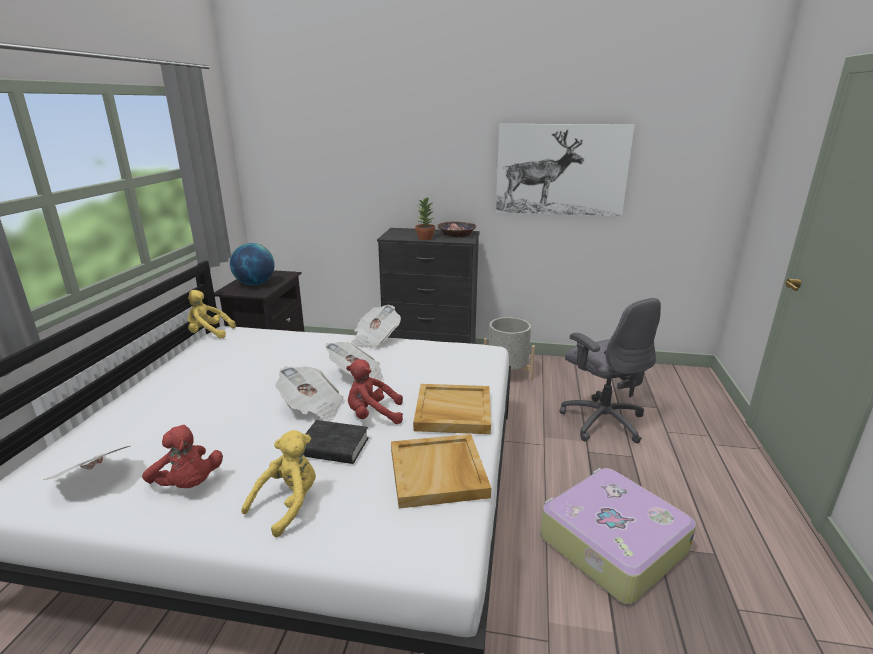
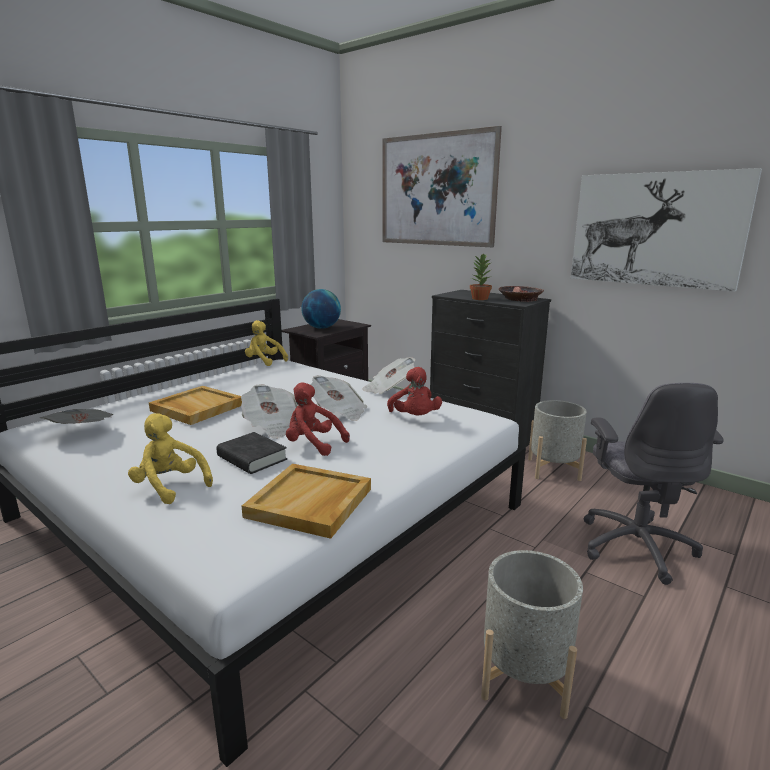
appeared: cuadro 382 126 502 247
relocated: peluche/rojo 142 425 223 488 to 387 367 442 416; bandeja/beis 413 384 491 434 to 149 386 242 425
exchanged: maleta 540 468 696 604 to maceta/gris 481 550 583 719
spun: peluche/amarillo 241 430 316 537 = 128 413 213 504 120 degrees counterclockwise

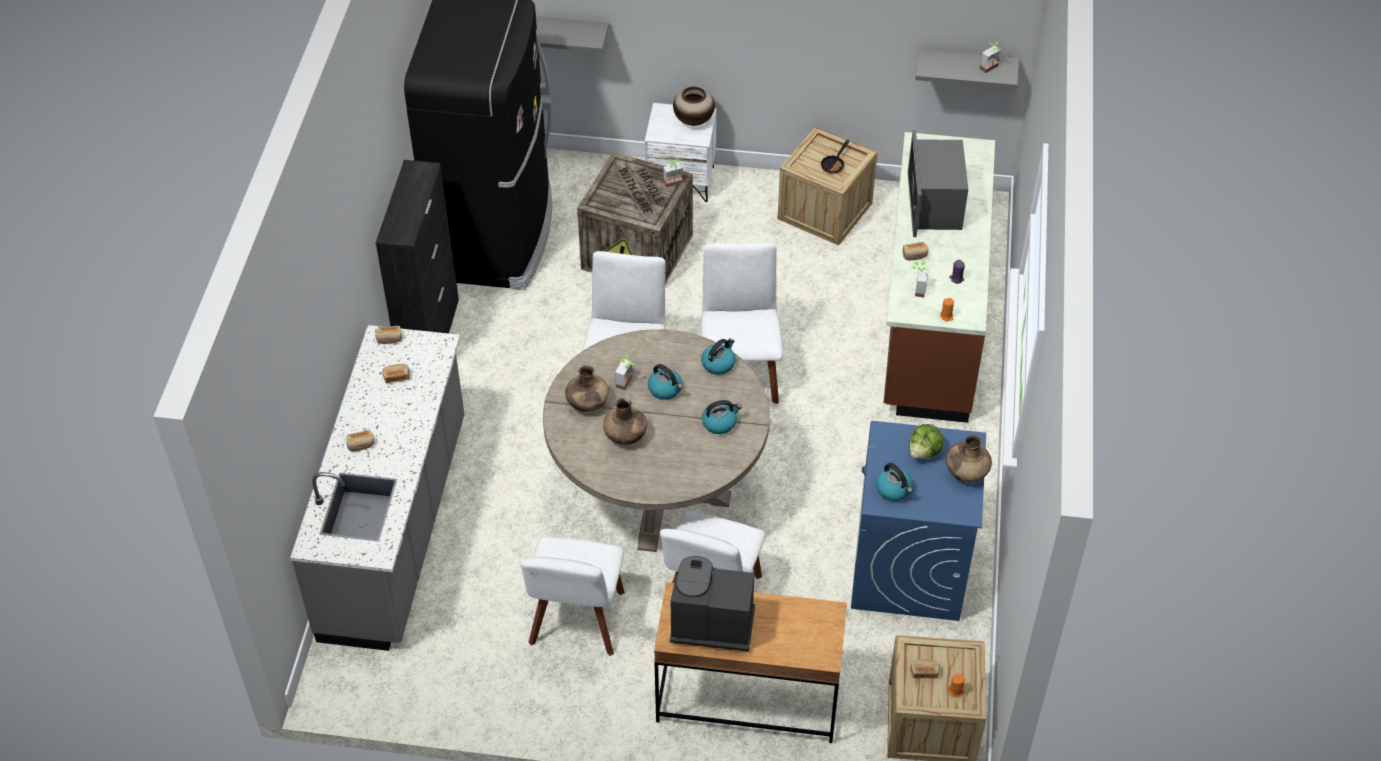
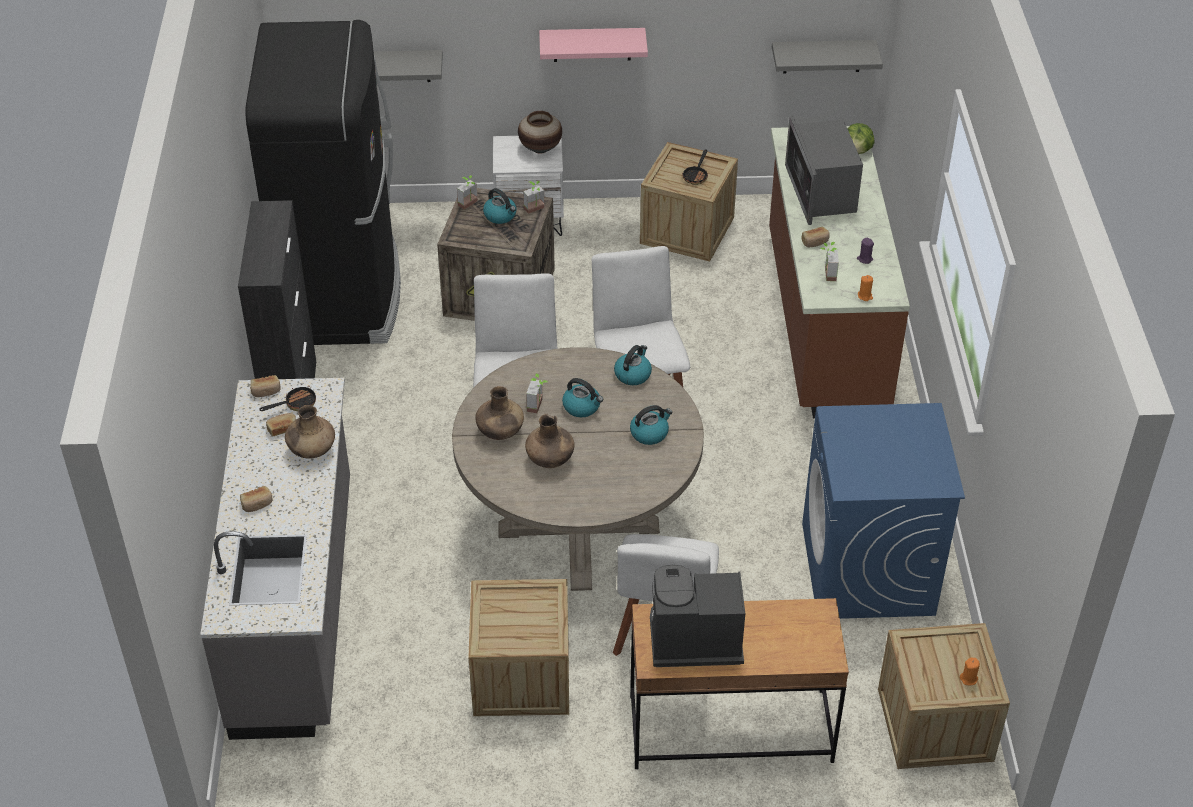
missing: pan 910 659 940 679
appeared: sartén 259 384 316 411; estante/rosa 539 28 648 62
relocated: hervidor 876 463 913 501 to 483 188 517 224; lechuga 909 424 943 459 to 848 123 874 154; florero/marrón 946 435 992 482 to 285 405 335 459; planta en maceta 980 42 1001 73 to 457 175 478 210
exchanged: silla/blanco 519 537 625 656 to caja de embalaje 468 579 569 716

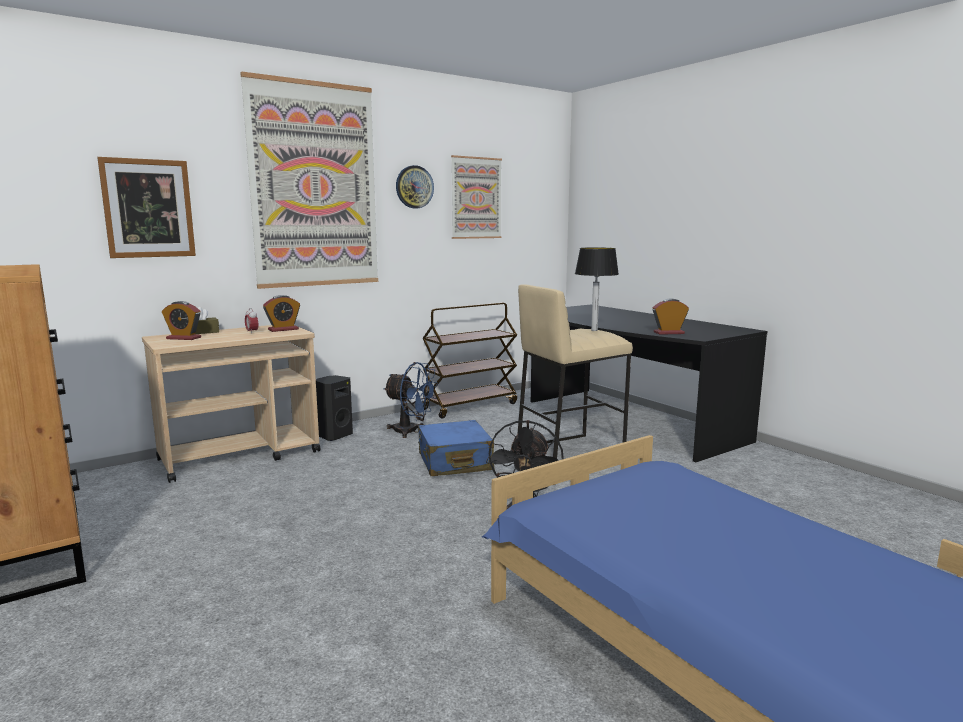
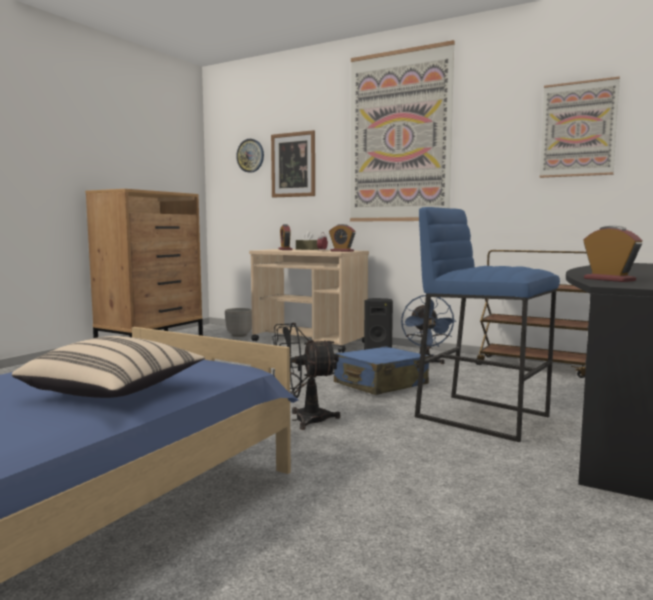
missing: lámpara de mesa 575 247 619 331
appeared: cojín/beis 12 336 205 398; maceta 225 308 252 337
relocated: reloj de pared 396 165 434 208 to 236 139 264 173
colour: taburete/beis 518 284 633 458 to taburete/azul 415 207 560 442

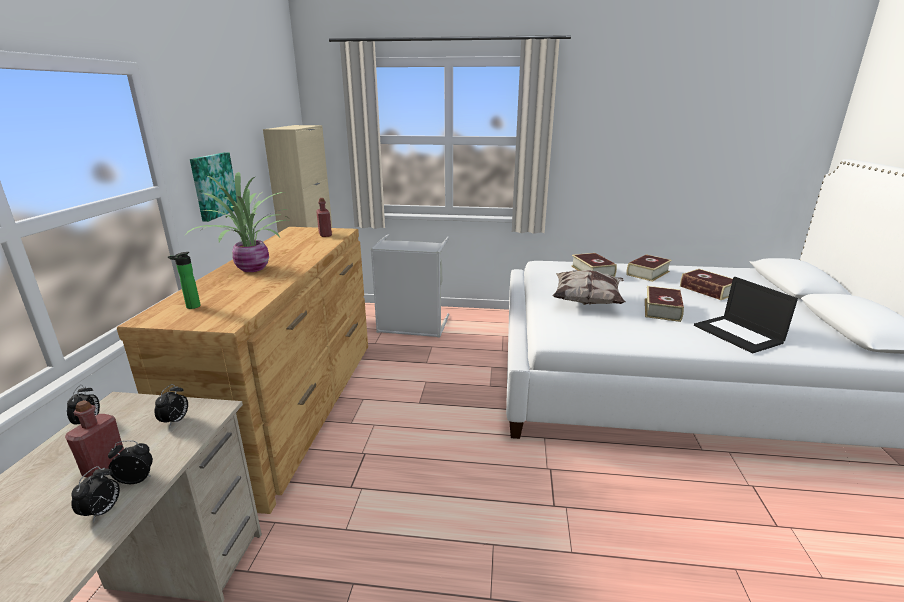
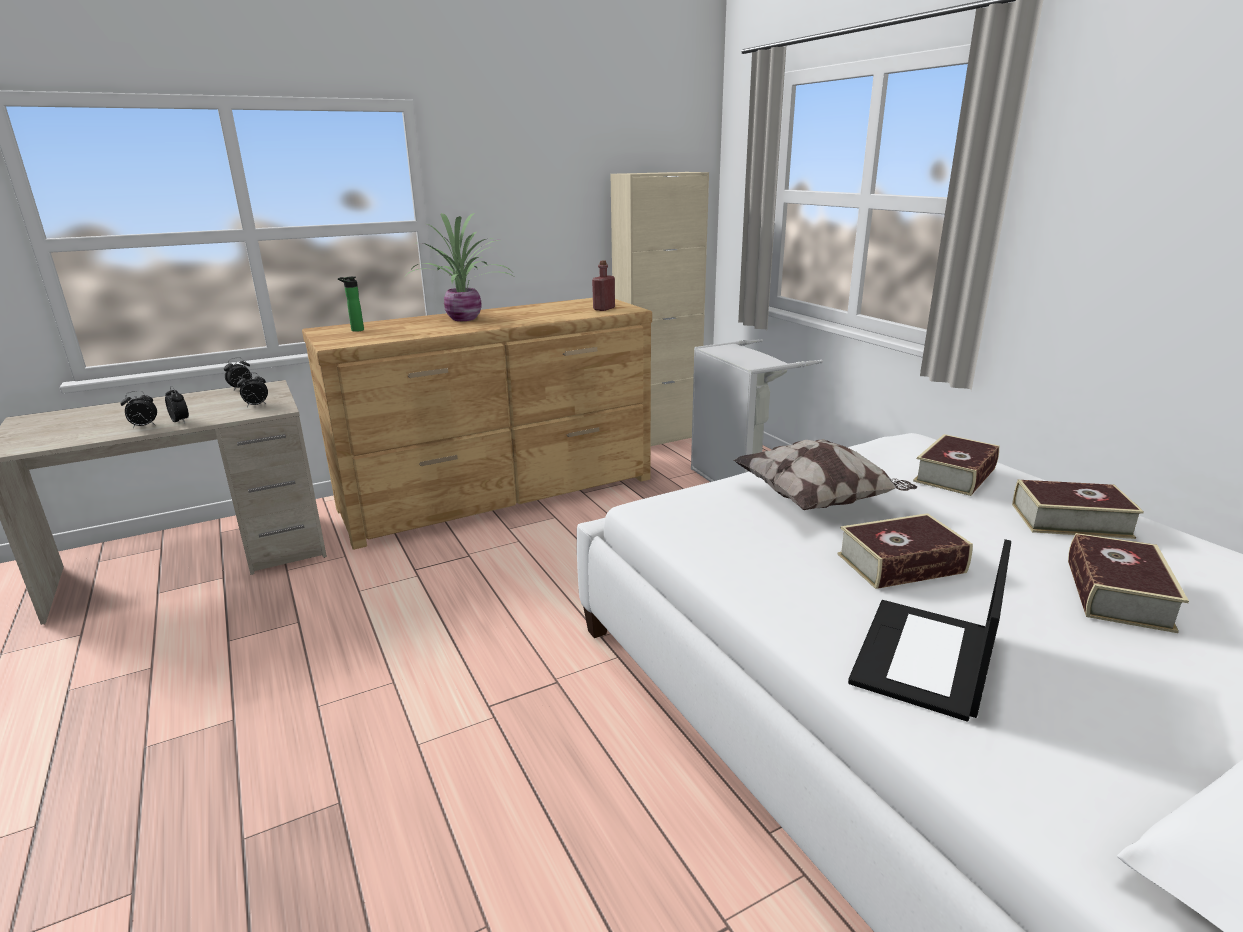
missing: botella/rojo 65 400 124 478; cuadro 190 152 237 222

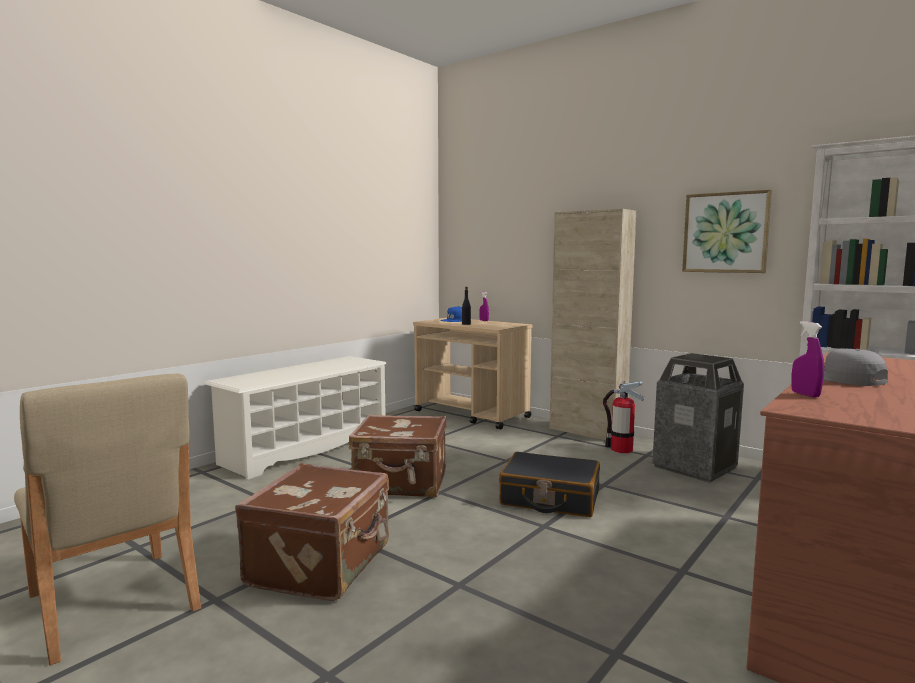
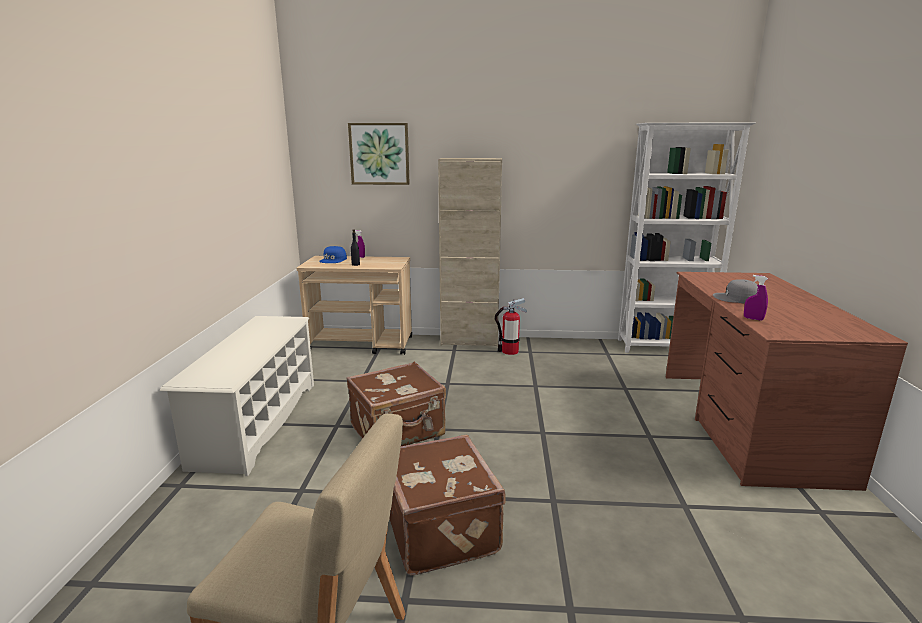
missing: maleta/negro 499 452 600 517; papelera 652 353 744 483
relocated: cuadro 682 190 772 273 to 348 123 410 185

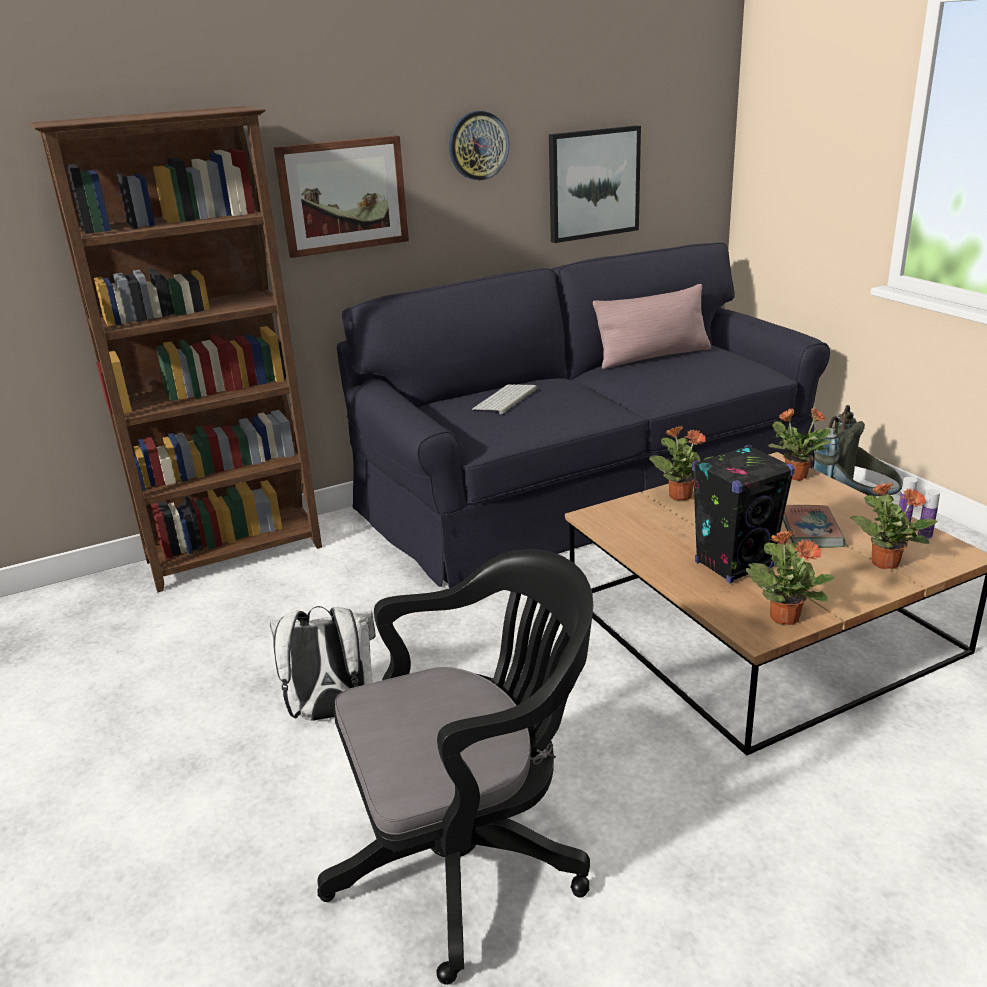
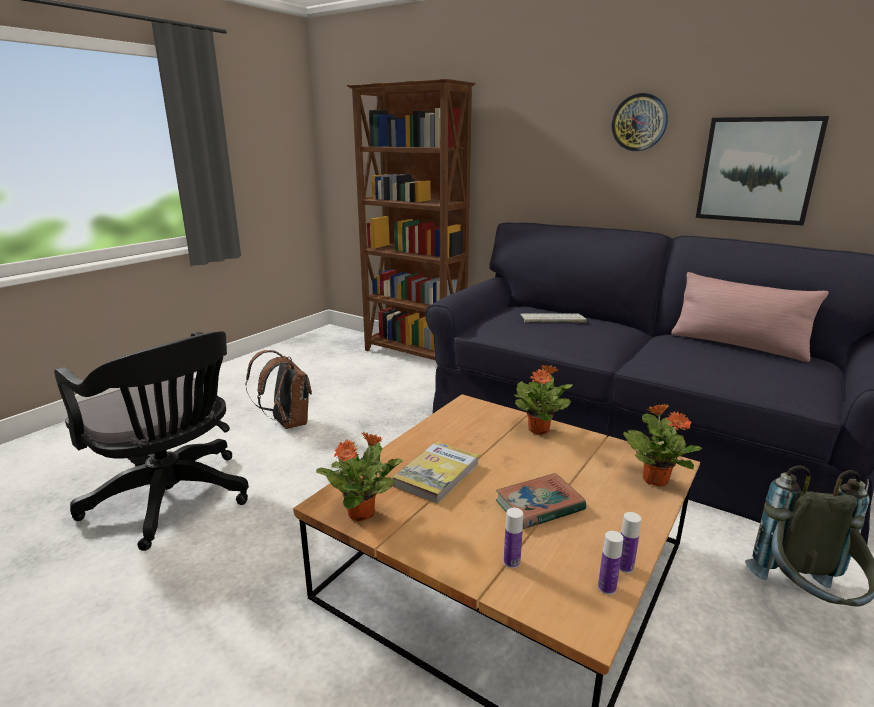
missing: cuadro 274 135 409 258
exchanged: altavoz/negro 692 445 795 584 to libro 393 441 479 504; planta en maceta 850 482 938 569 to botella 504 508 523 568
colour: mochila/blanco 270 606 376 721 to mochila/marrón 246 350 312 429

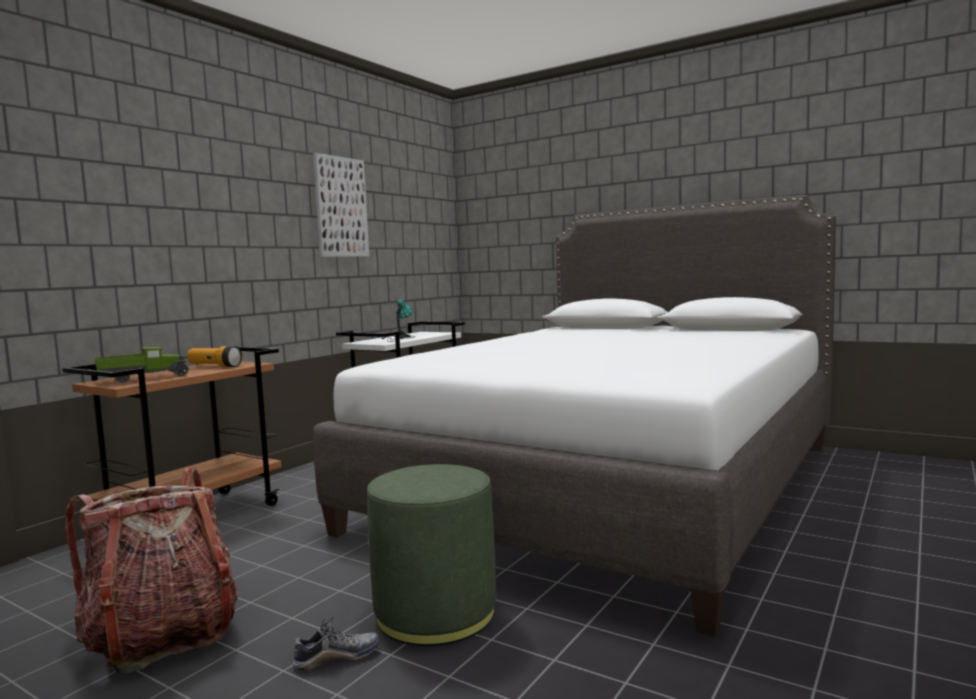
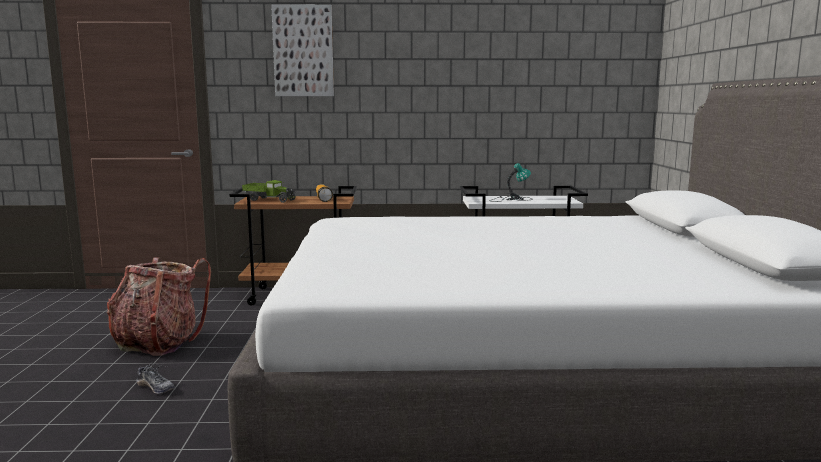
missing: puf/verde 367 464 496 646
relocated: cuadro 313 153 369 257 to 271 4 334 96

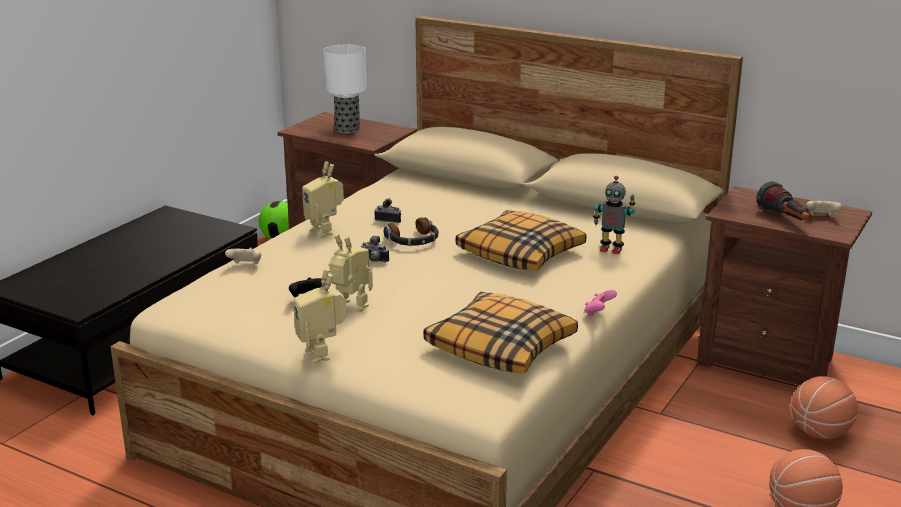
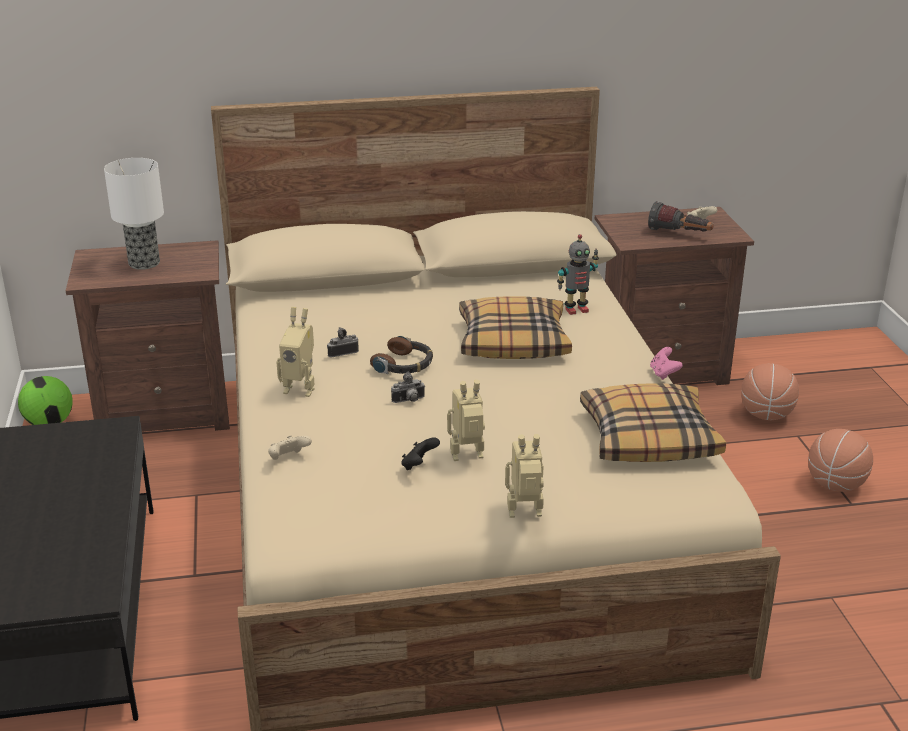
spun: robot de juguete 293 269 347 363 = 505 434 544 518 150 degrees clockwise

